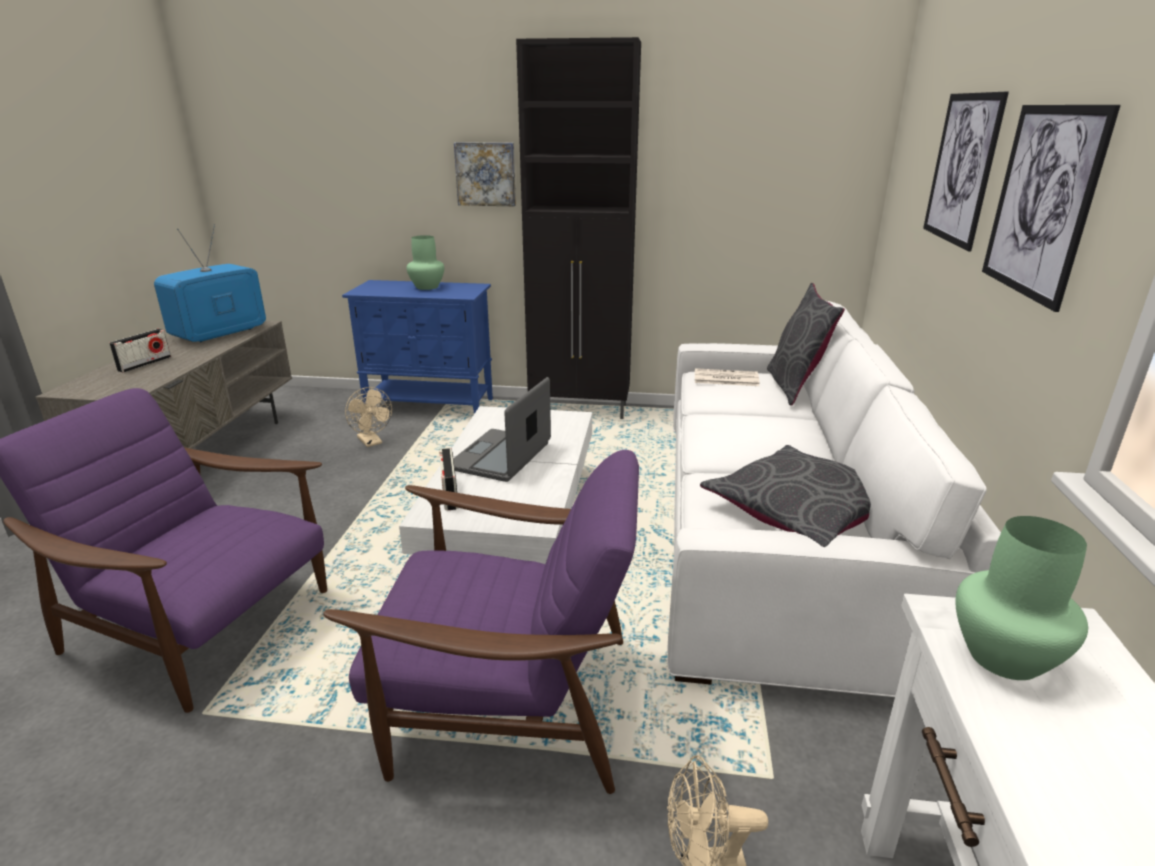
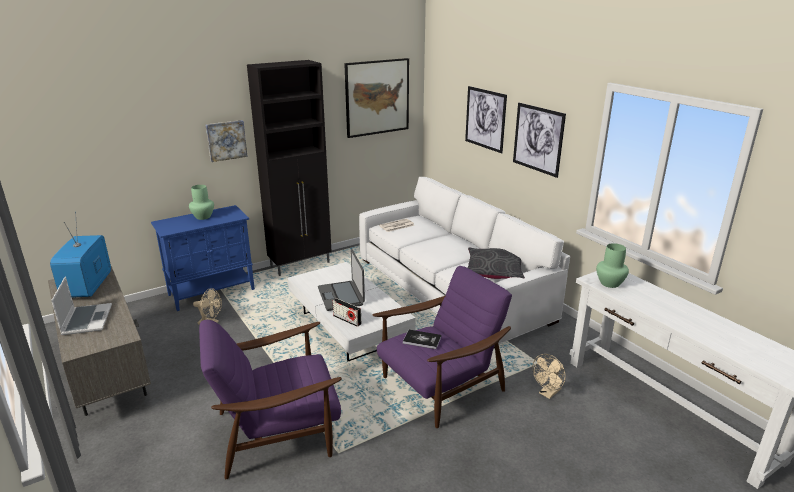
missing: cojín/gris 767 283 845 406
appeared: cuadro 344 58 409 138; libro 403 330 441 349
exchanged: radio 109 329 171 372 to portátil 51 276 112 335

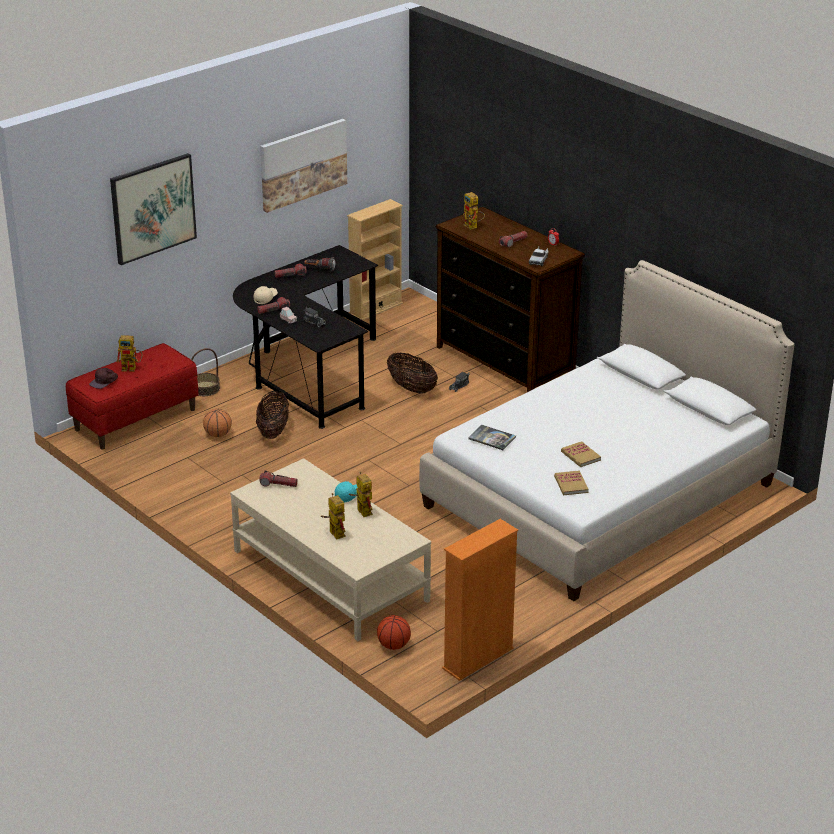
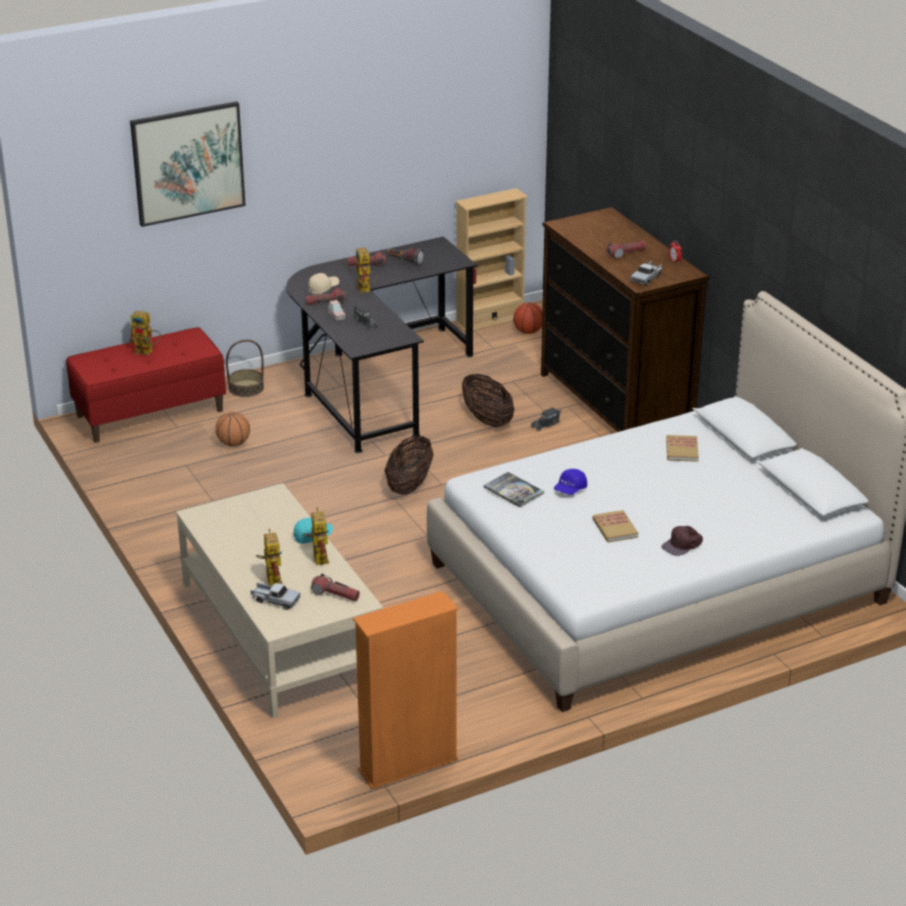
missing: cuadro 260 119 347 213
appeared: camión de juguete 250 582 300 610; gorra/azul 554 469 587 495
relocated: gorra/marrón 89 368 118 389 to 662 526 703 556; cesta 256 391 289 439 to 385 435 434 495; linterna 259 470 298 487 to 311 574 360 601; balón de baloncesto 377 615 411 650 to 513 302 542 334; robot de juguete 463 192 485 230 to 356 247 378 293; libro 554 470 589 495 to 666 435 699 462

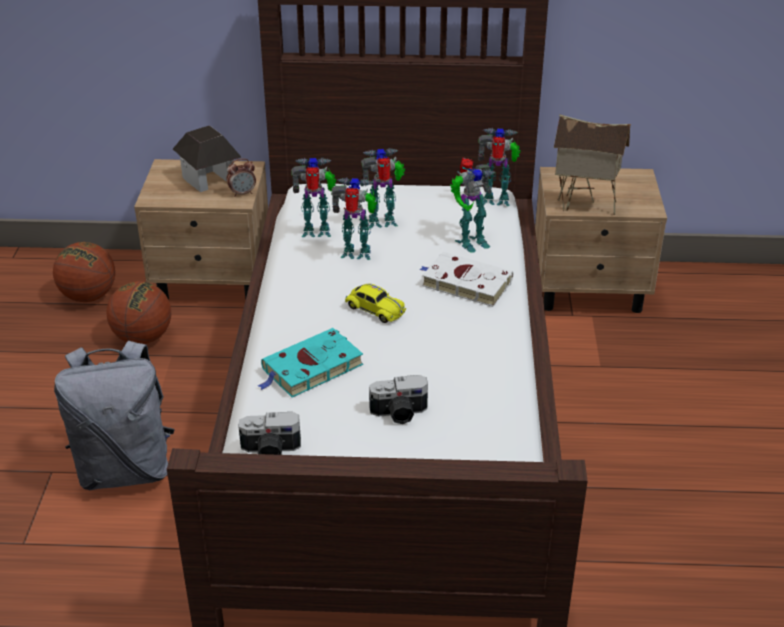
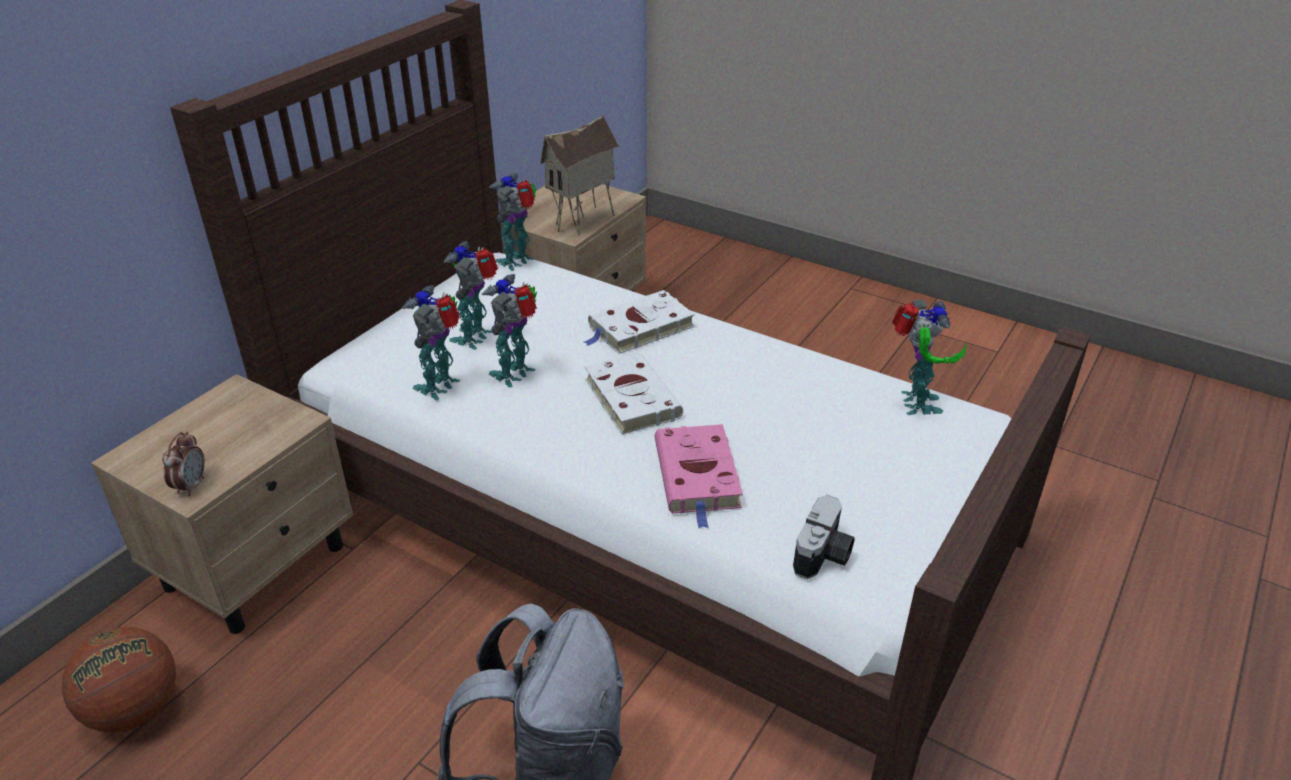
missing: balón de baloncesto 106 281 171 344; casita 173 125 241 192; cámara 369 375 428 424
relocated: despertador 226 159 256 197 to 162 431 205 496; robot de juguete 450 157 496 253 to 892 299 966 415
exchanged: coche de juguete/amarillo 345 284 406 323 to libro/blanco 585 353 683 435
colour: libro/turquesa 258 328 363 397 to libro/rosa 655 424 743 528

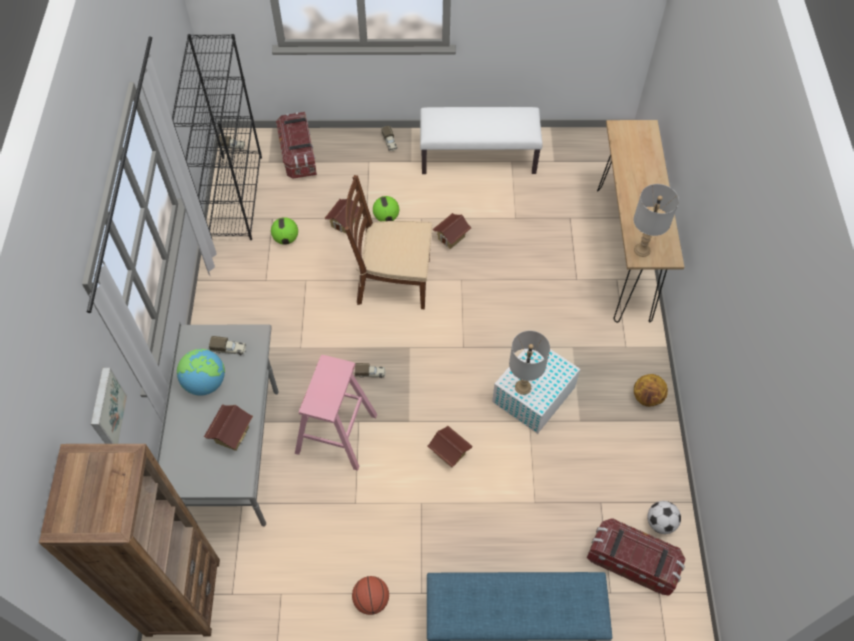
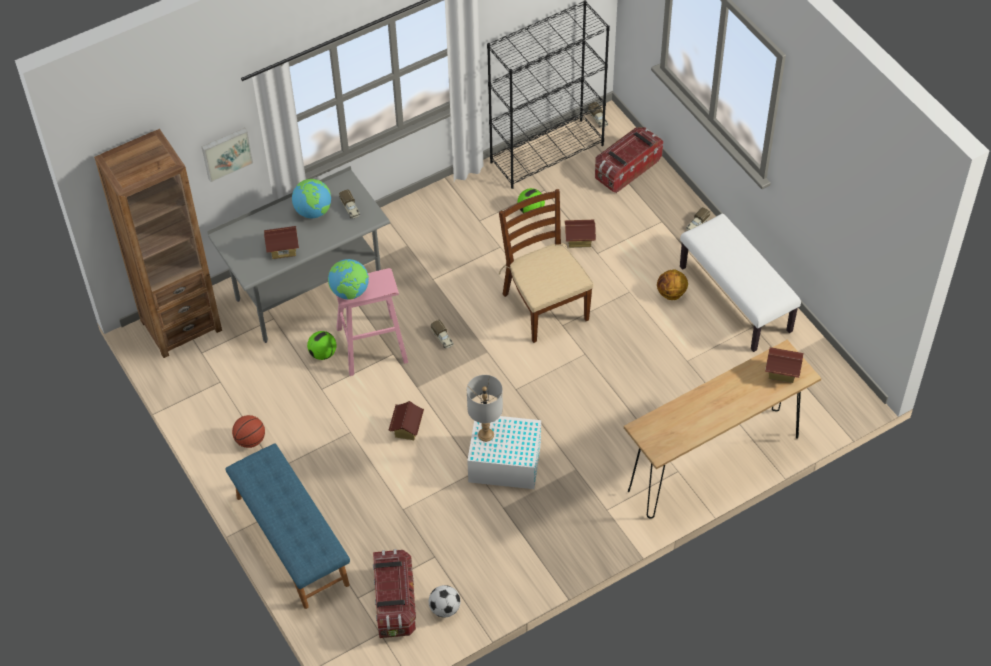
missing: lámpara de mesa/gris 634 184 679 257
appeared: globo terráqueo 328 259 369 300
relocated: balón de fútbol 373 196 399 222 to 307 331 336 360; casita 432 213 471 249 to 765 347 803 383; balón de baloncesto 634 374 668 407 to 657 269 688 300

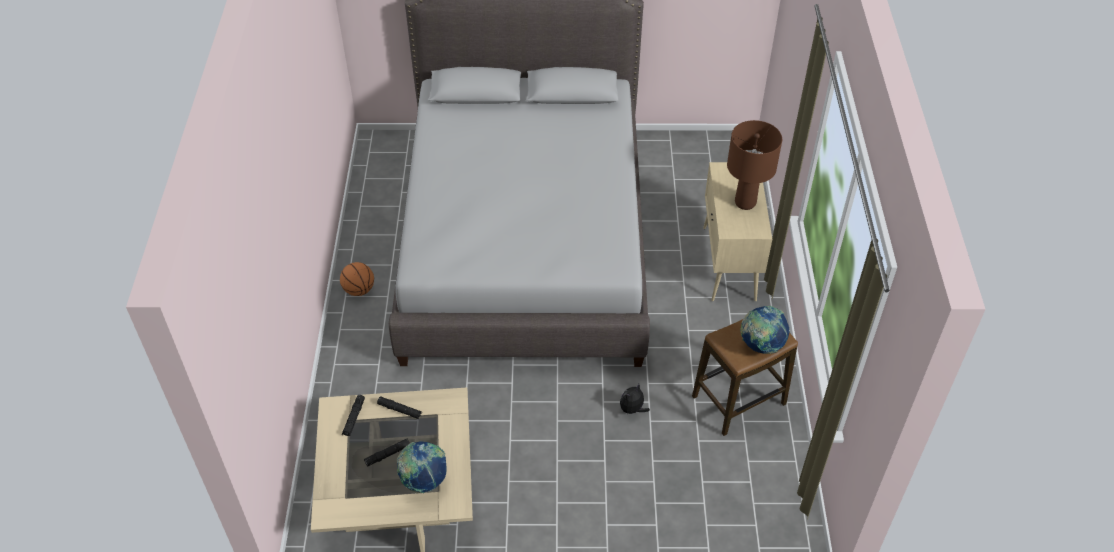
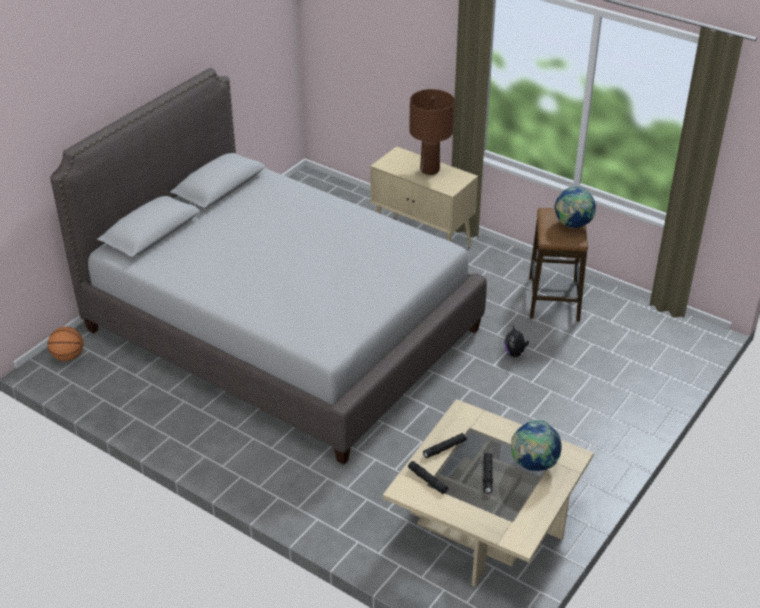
relocated: balón de baloncesto 340 262 374 296 to 47 327 84 361

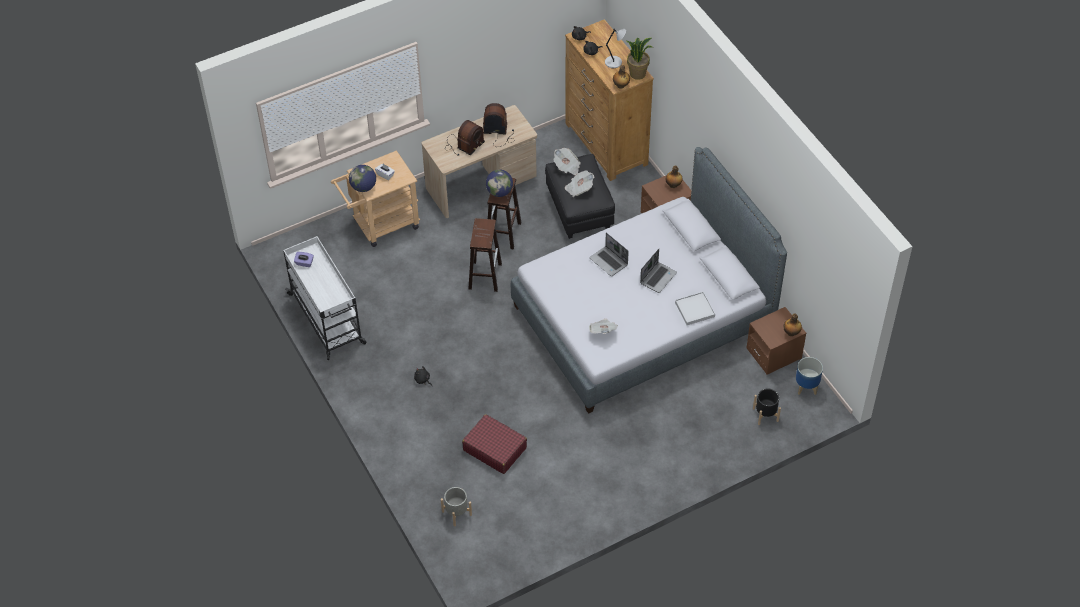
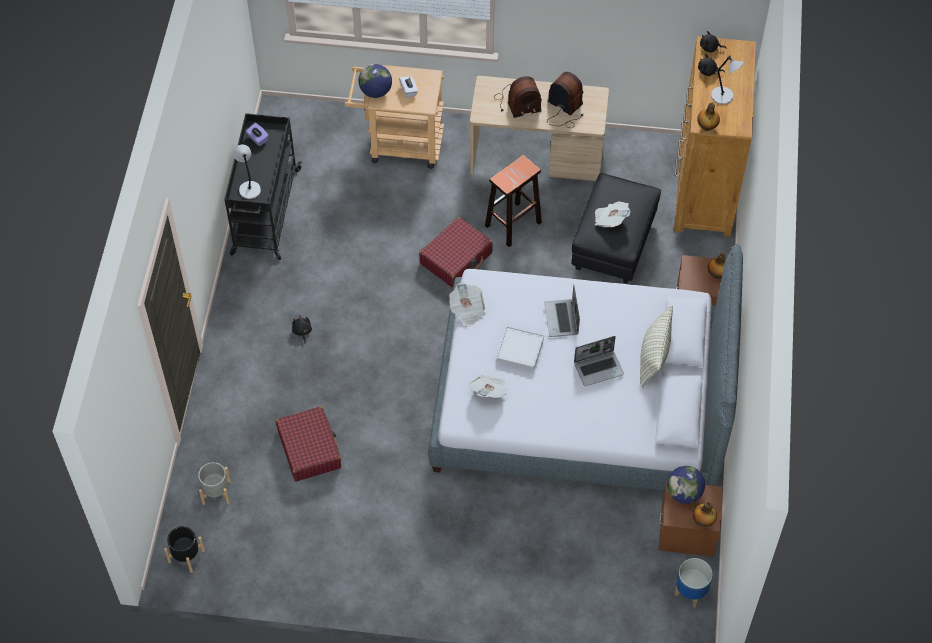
missing: planta en maceta 627 38 653 80
appeared: lámpara de mesa/gris 233 144 261 199; cojín 640 305 673 388
relocated: globo terráqueo 486 169 513 197 to 667 466 705 504; periódico 554 148 581 175 to 449 282 486 327; bandeja/blanco 675 292 715 325 to 497 326 544 370; maceta/negro 753 389 781 425 to 164 526 205 573
exchanged: taburete/marrón 468 218 502 292 to maleta/rojo 419 217 493 288
colour: carrito/blanco 283 236 367 360 to carrito/negro 224 113 302 260

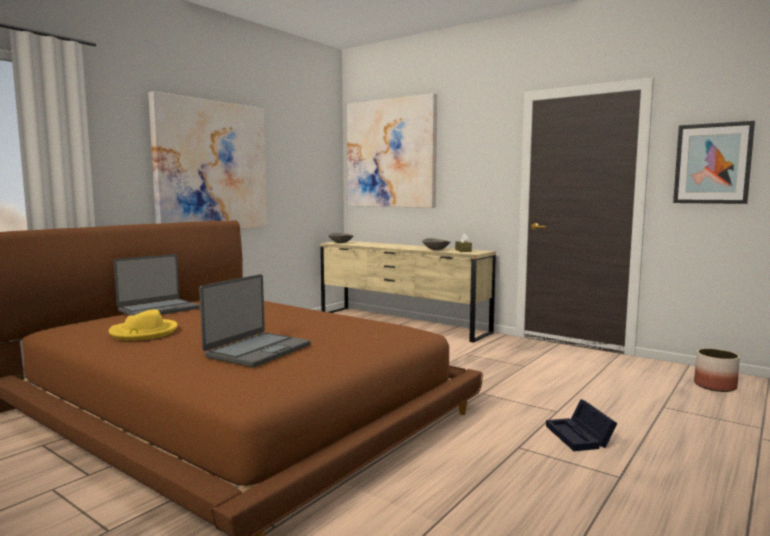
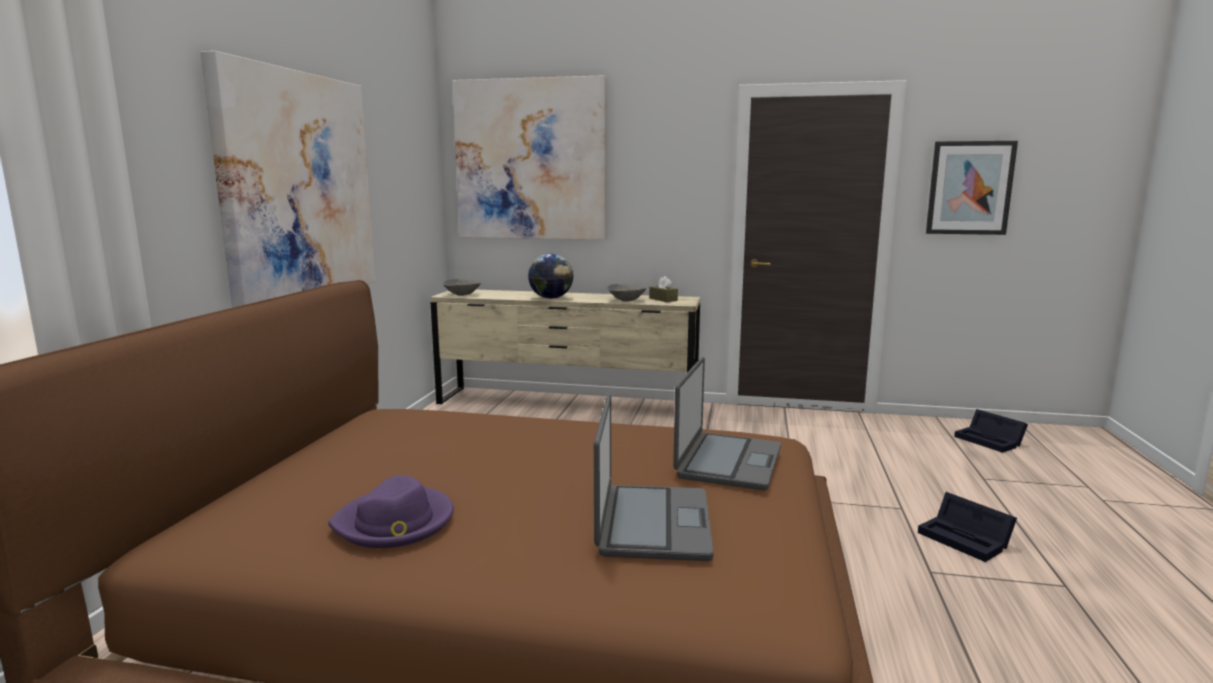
appeared: globo terráqueo 528 254 573 299
relocated: portátil 114 254 200 316 to 673 357 781 491
exchanged: maceta 694 349 740 392 to caja de almacenaje/negro 954 409 1028 453
colour: sombrero/amarillo 109 309 178 341 to sombrero/morado 328 475 454 548

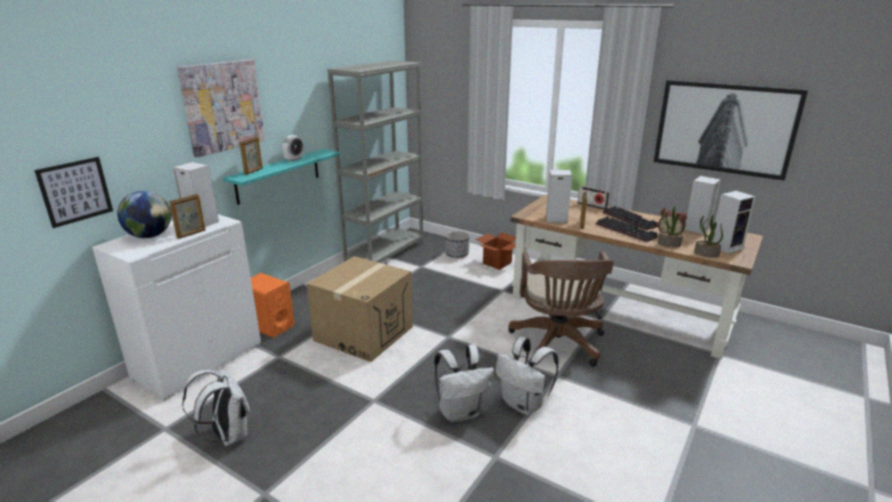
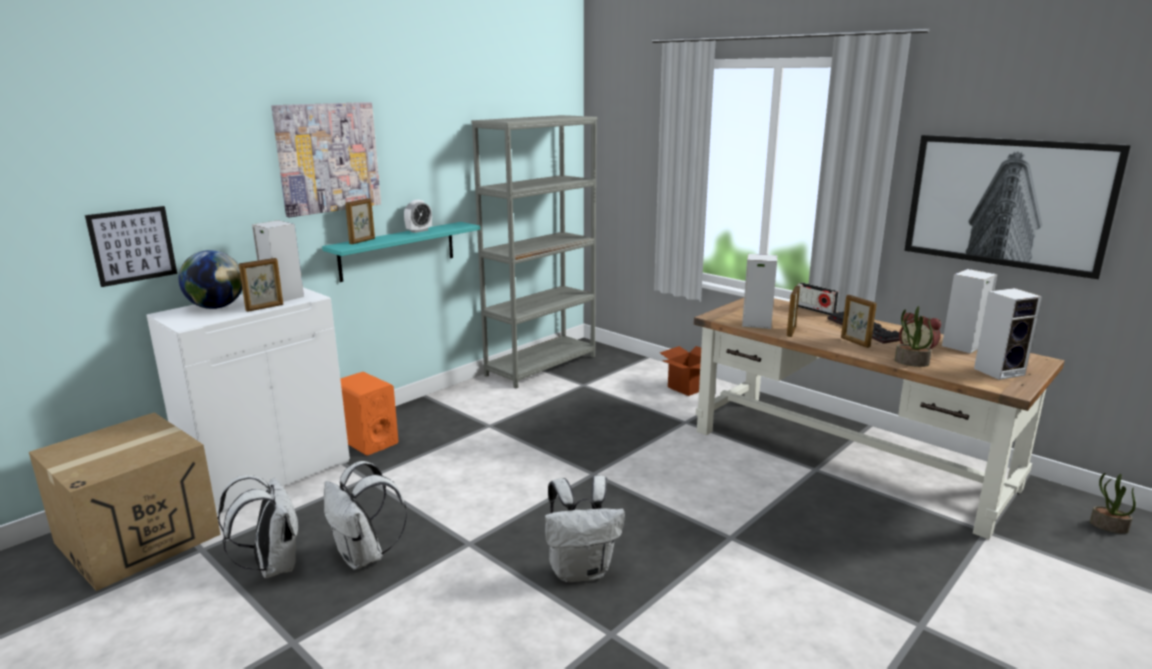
missing: maceta 445 231 470 258; silla de oficina/marrón 508 252 614 367
relocated: caja de cartón 307 256 413 362 to 29 412 221 591; mochila/blanco 495 337 558 415 to 324 461 407 570; planta en maceta 694 214 723 258 to 1090 473 1136 534
exchanged: teclado 596 216 658 242 to portarretratos 841 295 877 348

